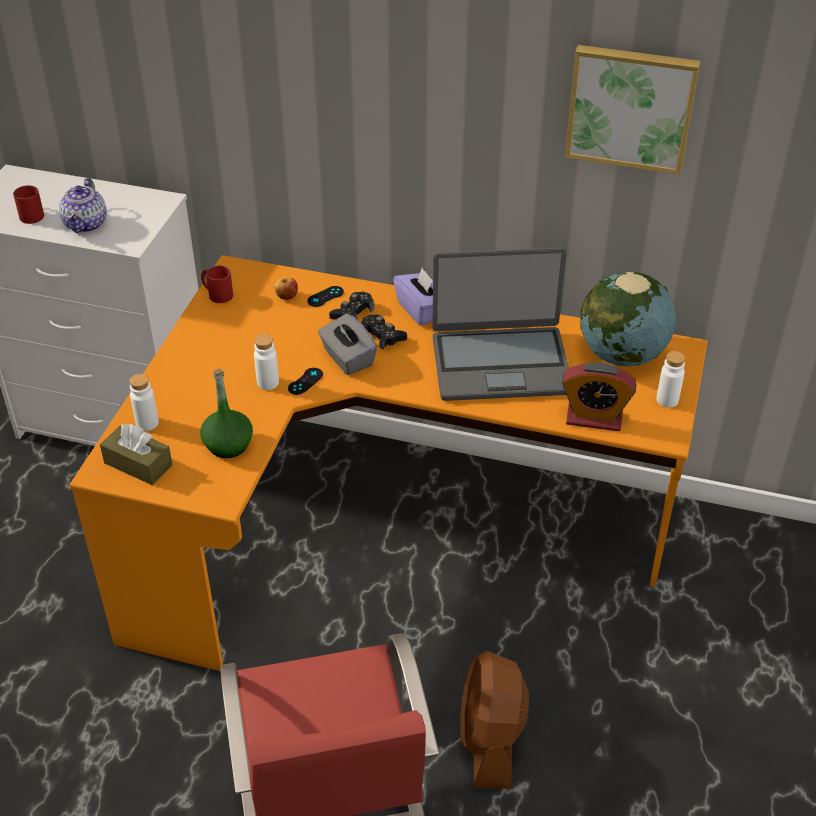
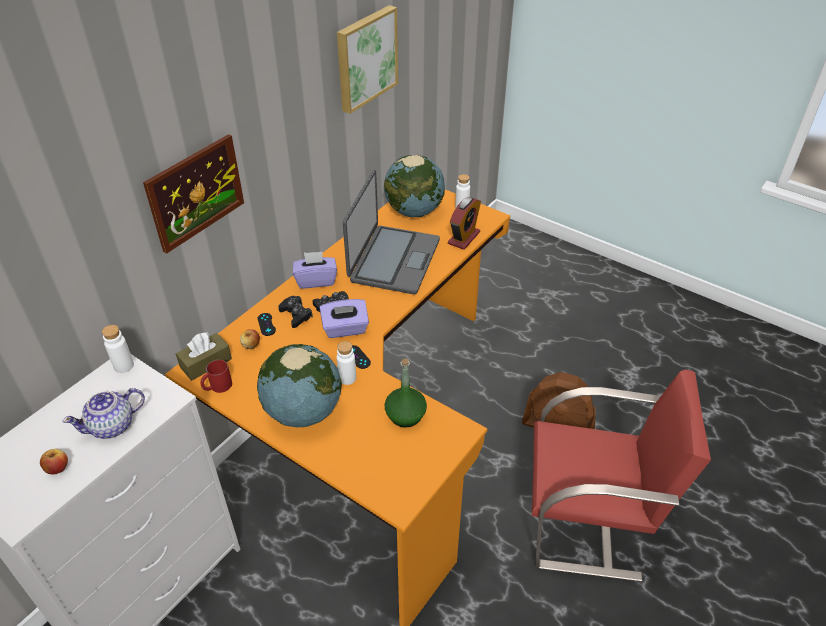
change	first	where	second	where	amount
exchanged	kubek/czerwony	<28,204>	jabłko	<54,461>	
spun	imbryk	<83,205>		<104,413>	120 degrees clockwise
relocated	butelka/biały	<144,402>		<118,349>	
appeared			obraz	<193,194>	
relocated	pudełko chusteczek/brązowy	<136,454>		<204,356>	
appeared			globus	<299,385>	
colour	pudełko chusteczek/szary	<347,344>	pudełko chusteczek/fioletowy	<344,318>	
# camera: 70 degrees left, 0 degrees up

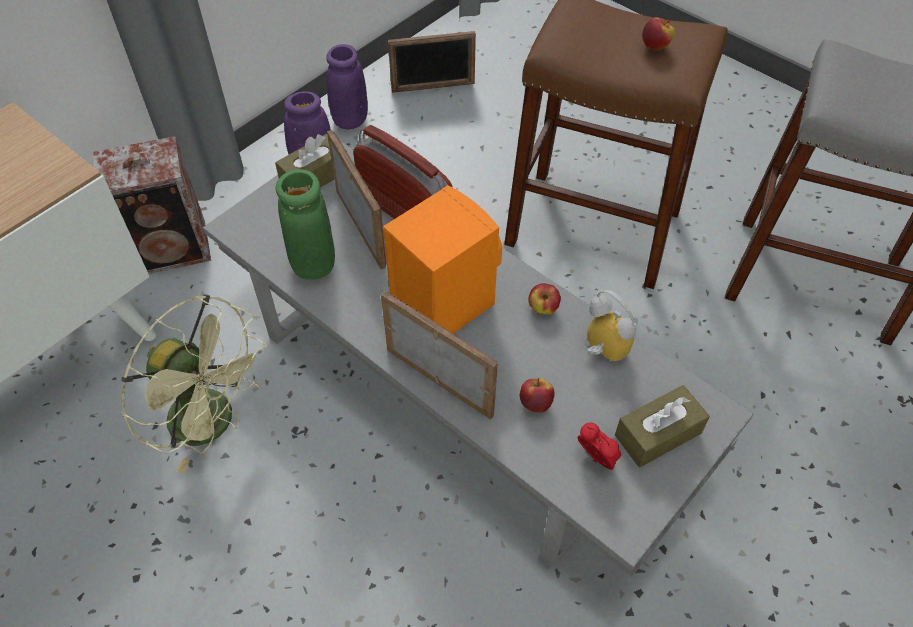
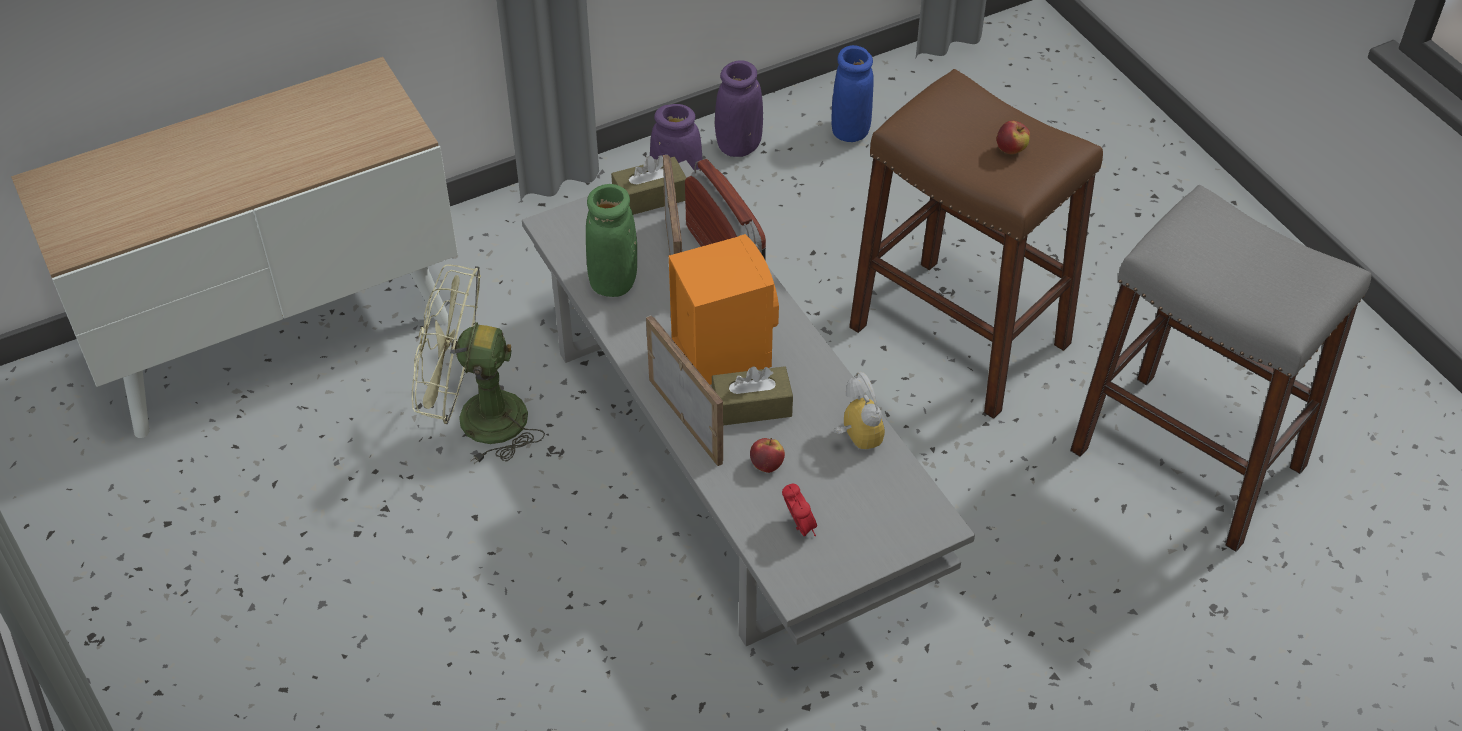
change	first	where	second	where	amount
spun	wentylator/zielony	<194,384>		<478,364>	135 degrees clockwise
relocated	pudełko chusteczek/brązowy	<662,426>		<752,396>	
exchanged	ramka na zdjęcie	<432,62>	wazon/niebieski	<852,93>	
missing	głośnik	<152,205>			
missing	jabłko	<544,299>			
# camera: 20 degrees right, 5 degrees down

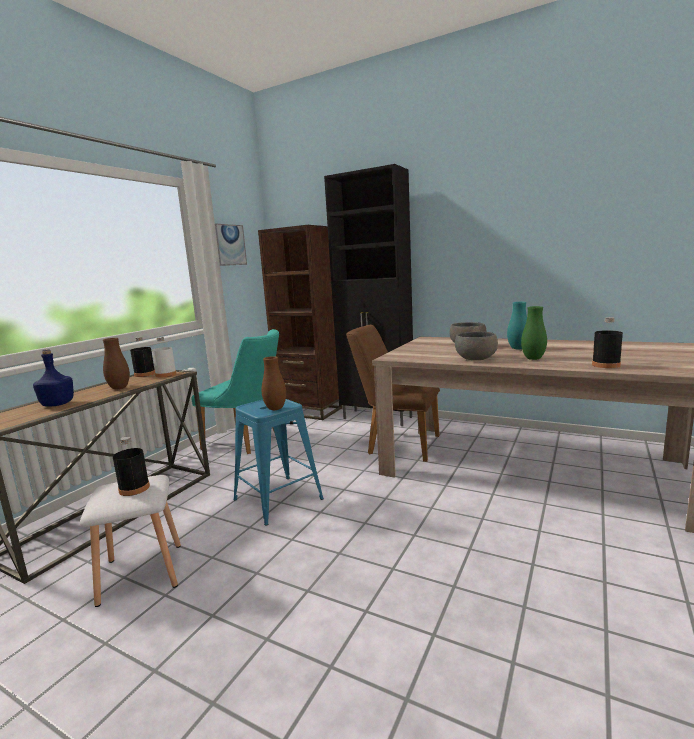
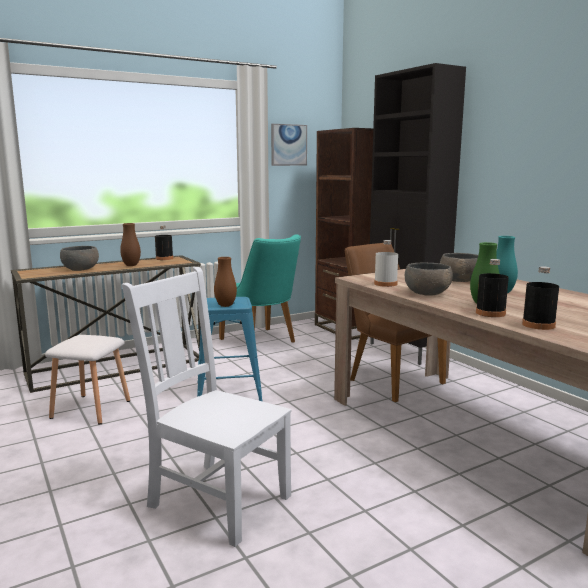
change	first	where	second	where	amount
exchanged	butelka/niebieski	<53,378>	miska/szary	<79,258>	
appeared			krzesło/biały	<207,407>	
relocated	butelka/biały	<164,357>		<386,263>	
relocated	butelka/czarny	<131,466>		<492,288>	
# camera: 30 degrees right, 0 degrees up

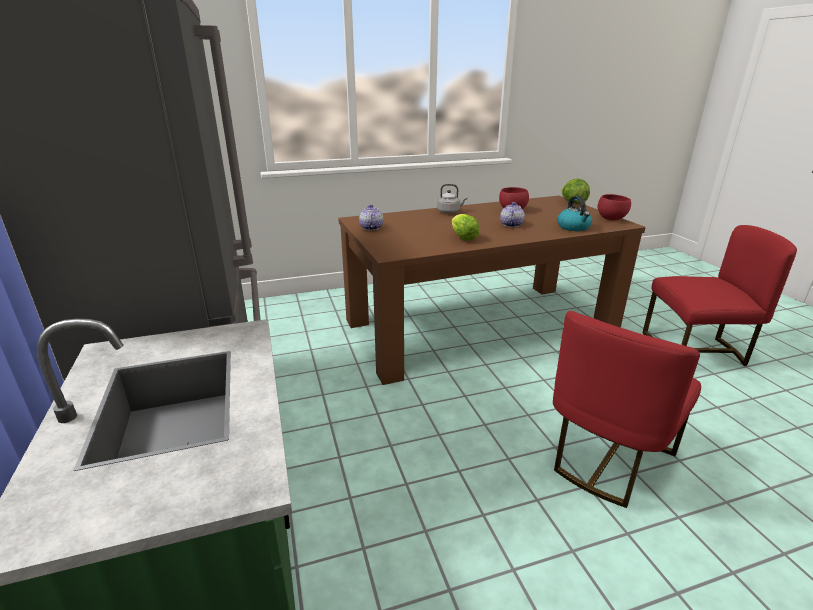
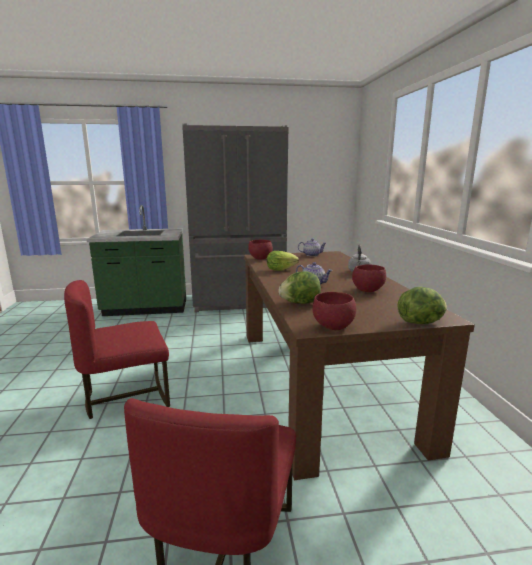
change	first	where	second	where	amount
spun	krzesło/czerwony	<627,409>		<117,349>	75 degrees counterclockwise
appeared			miska/czerwony	<260,250>	
exchanged	czajnik	<574,213>	sałata	<299,287>	
# camera: 100 degrees right, 10 degrees down

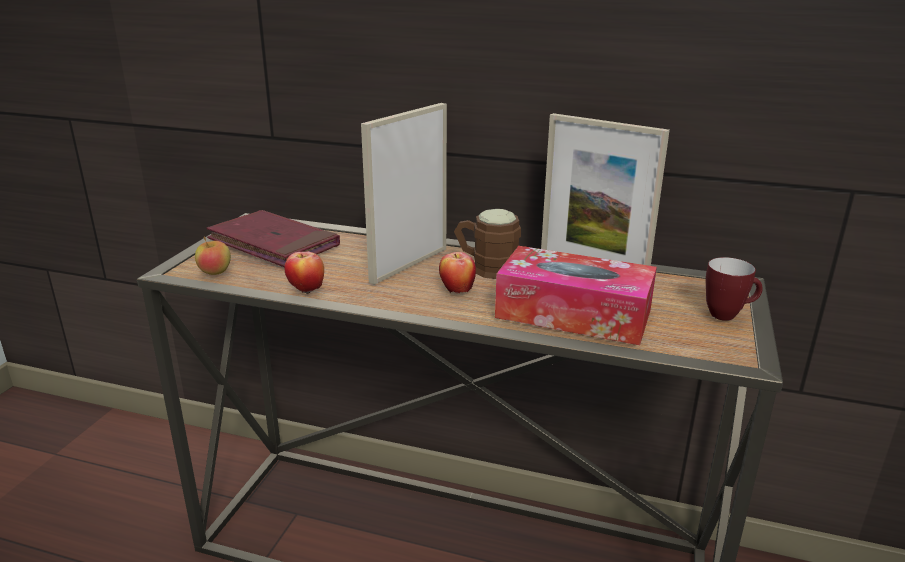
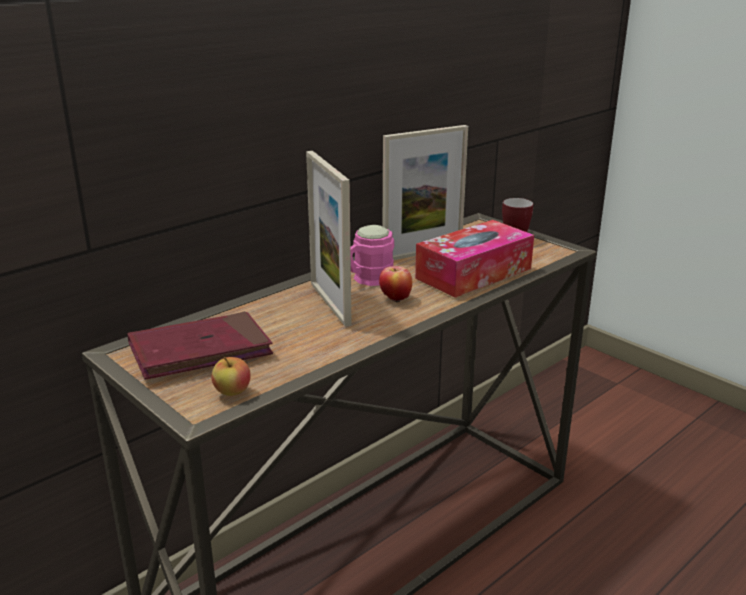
change	first	where	second	where	amount
colour	kubek/brązowy	<487,244>	kubek/różowy	<372,255>	
missing	jabłko	<304,273>			
# camera: 60 degrees left, 0 degrees up

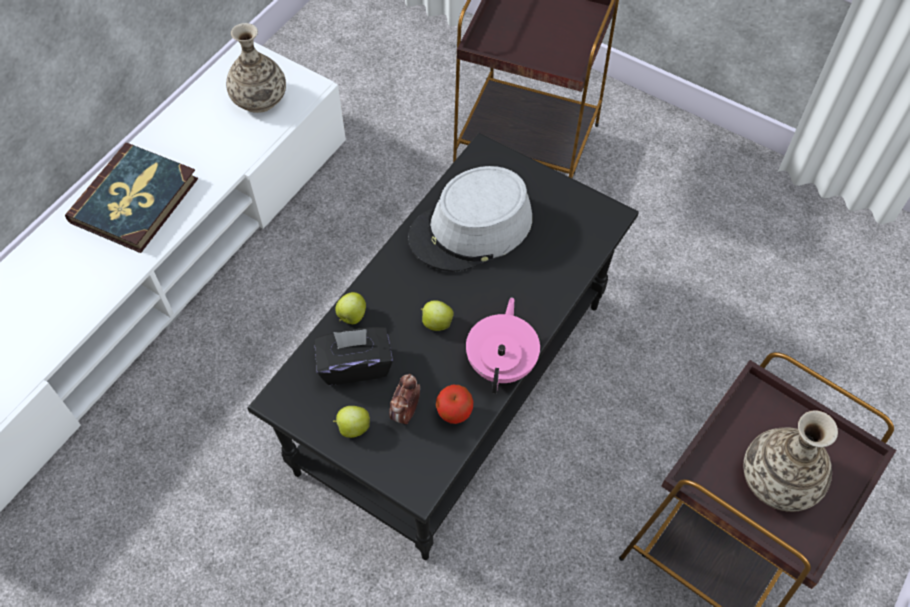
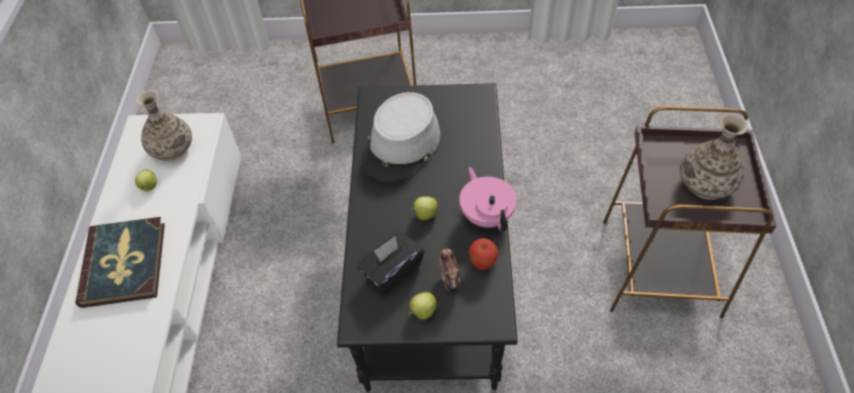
change	first	where	second	where	amount
relocated	jabłko	<350,308>		<146,180>	
# camera: 30 degrees left, 5 degrees down

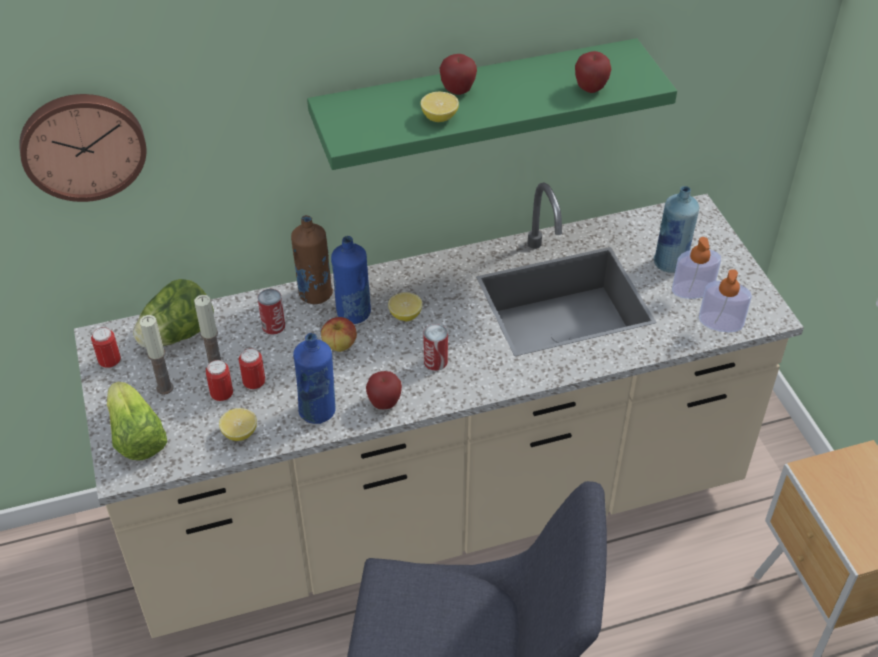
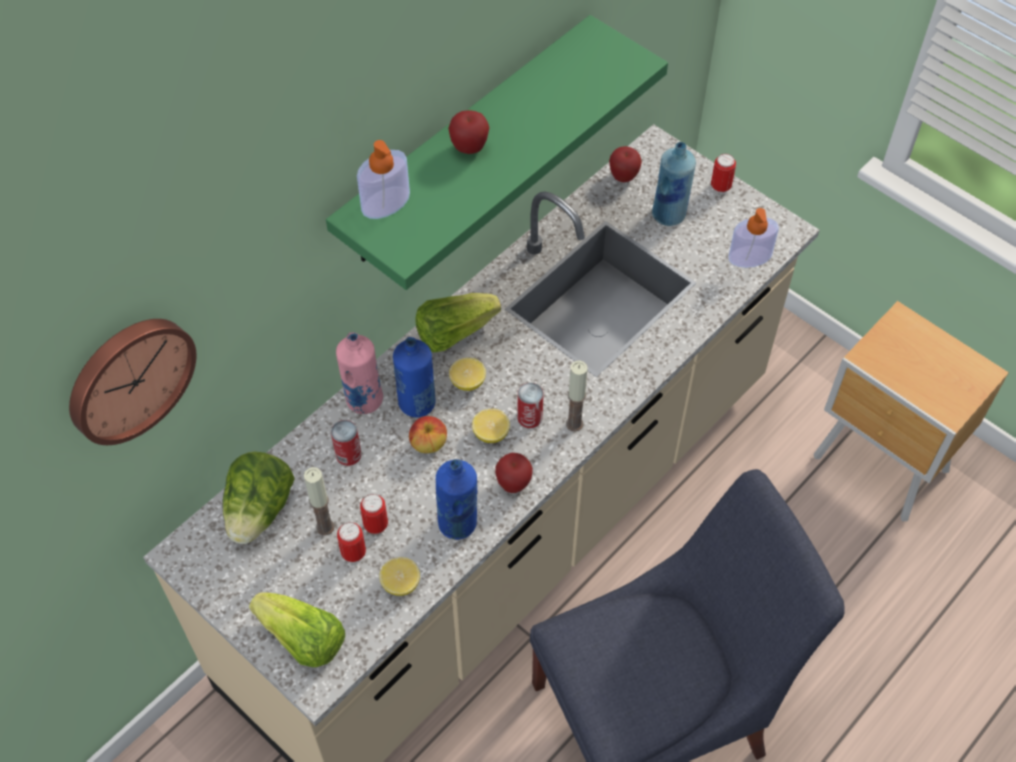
change	first	where	second	where	amount
colour	butelka/brązowy	<312,259>	butelka/różowy	<359,373>	
relocated	dozownik mydła	<696,268>		<383,179>	
appeared			sałata	<458,323>	
relocated	cytryna	<440,107>		<491,426>	
relocated	świeca	<156,355>		<577,396>	
relocated	jabłko	<593,72>		<625,164>	
relocated	puszka	<106,348>		<723,173>	
# camera: 30 degrees left, 10 degrees up

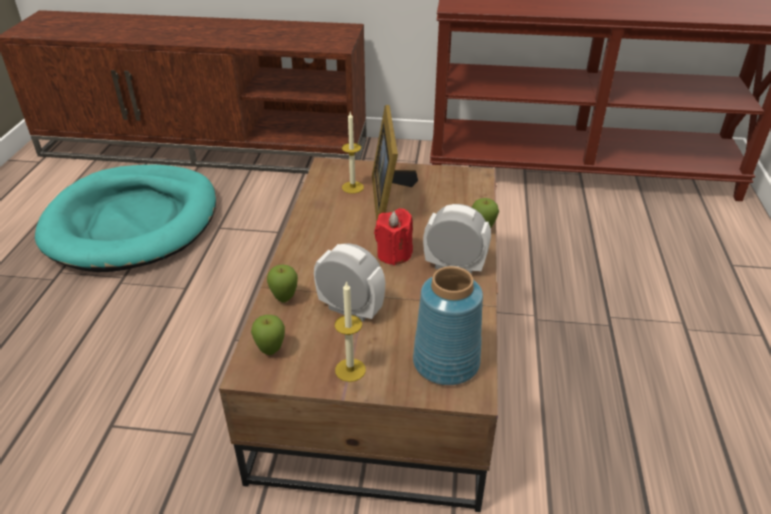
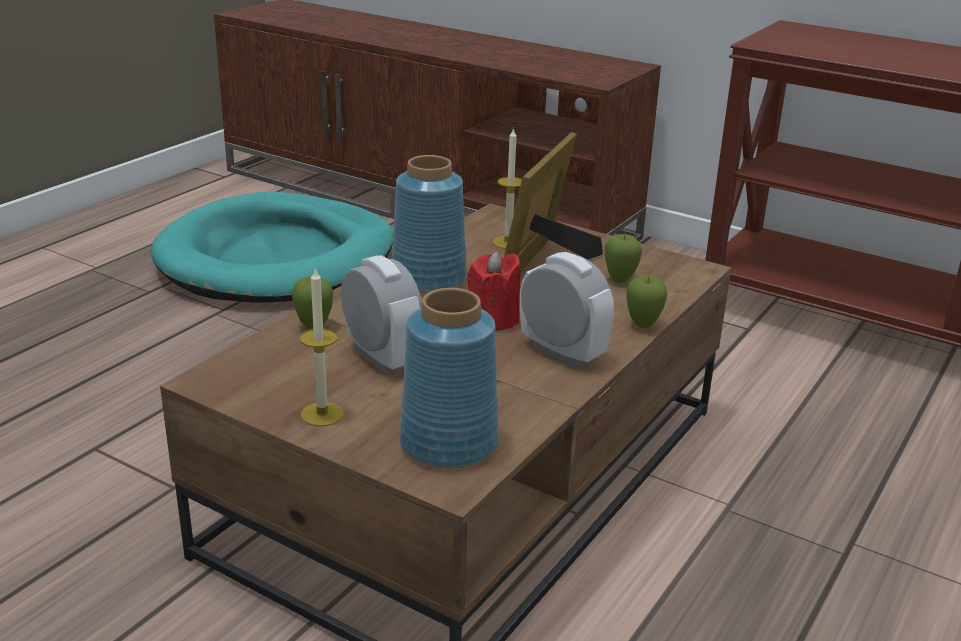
change	first	where	second	where	amount
appeared			wazon/niebieski	<429,224>	
relocated	jabłko	<268,335>		<623,258>	
# camera: 25 degrees right, 10 degrees down

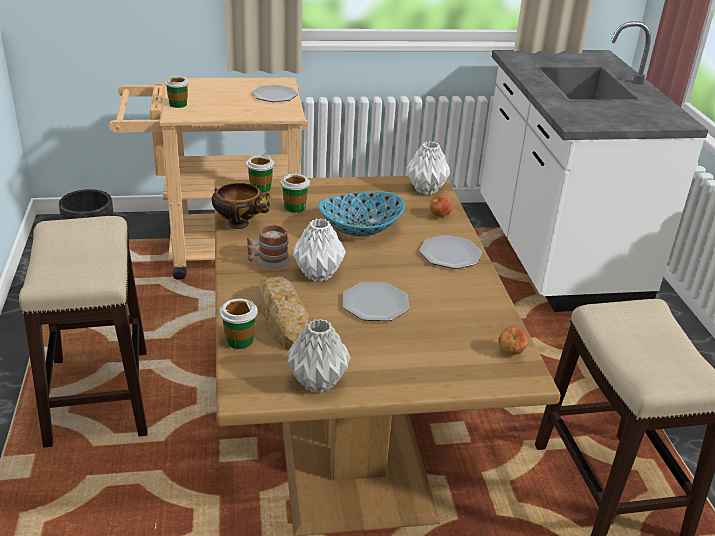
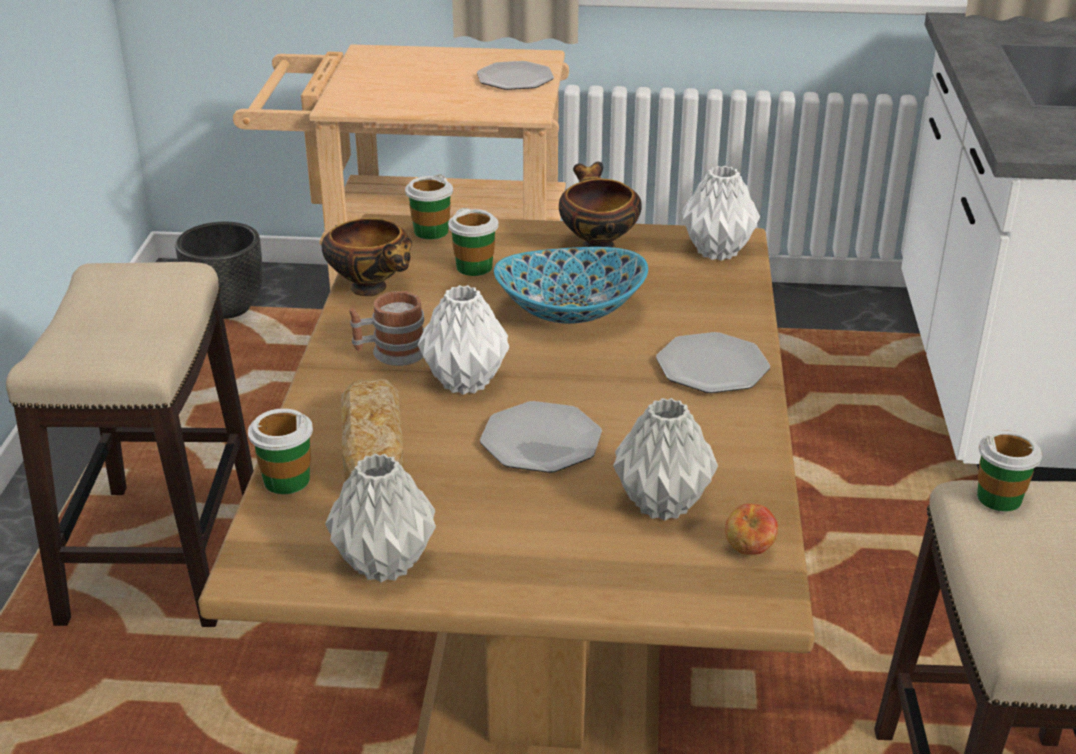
change	first	where	second	where	amount
appeared			miska	<600,204>	
appeared			wazon/szary	<665,459>	
relocated	filiżanka	<177,92>		<1009,471>	
missing	jabłko	<441,206>			
# camera: 15 degrees right, 0 degrees up

